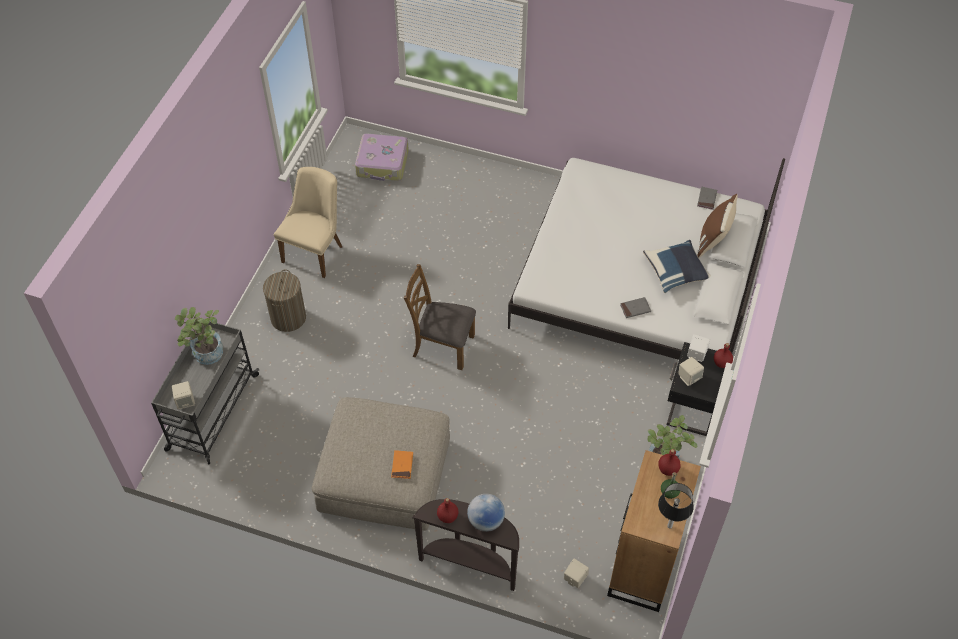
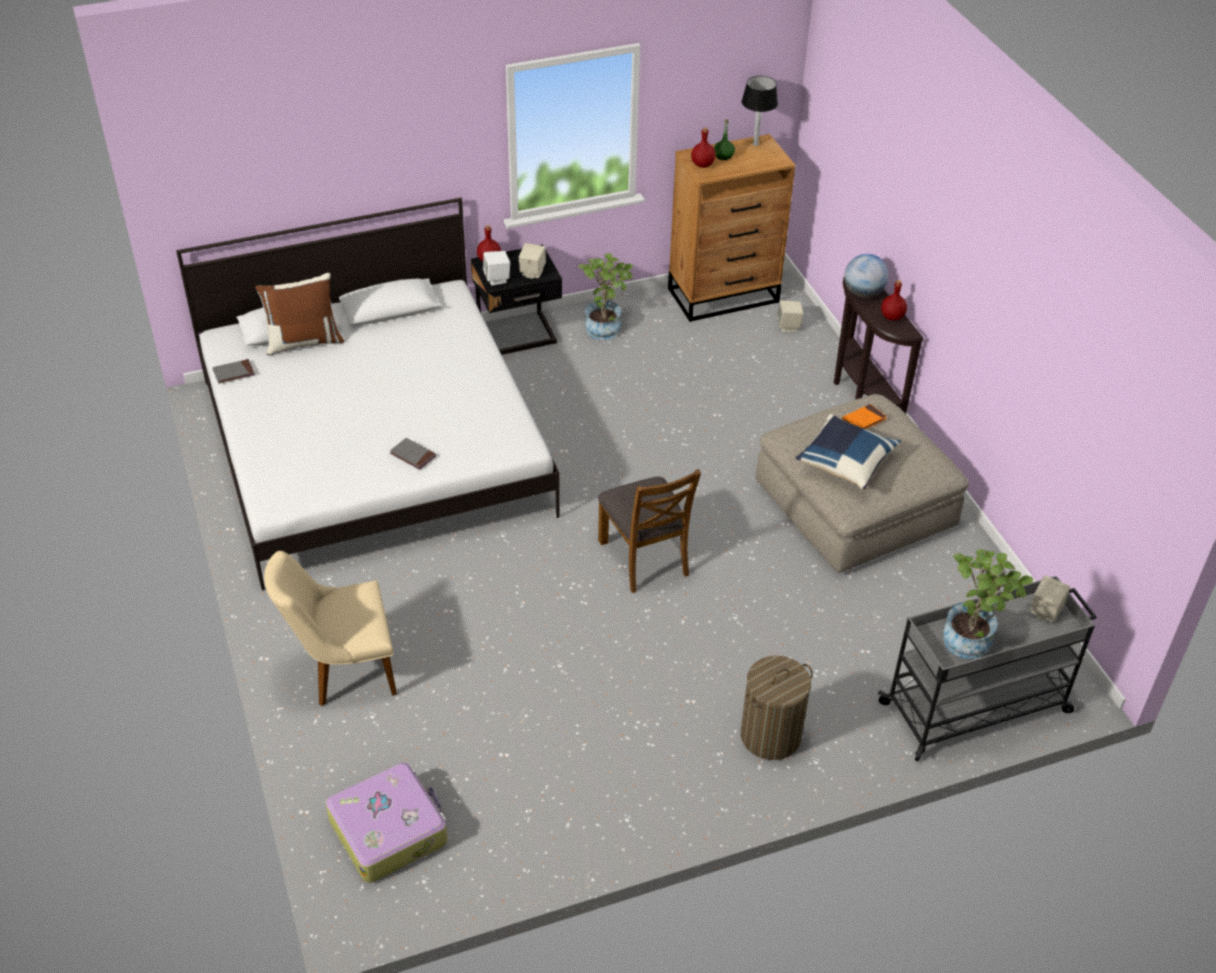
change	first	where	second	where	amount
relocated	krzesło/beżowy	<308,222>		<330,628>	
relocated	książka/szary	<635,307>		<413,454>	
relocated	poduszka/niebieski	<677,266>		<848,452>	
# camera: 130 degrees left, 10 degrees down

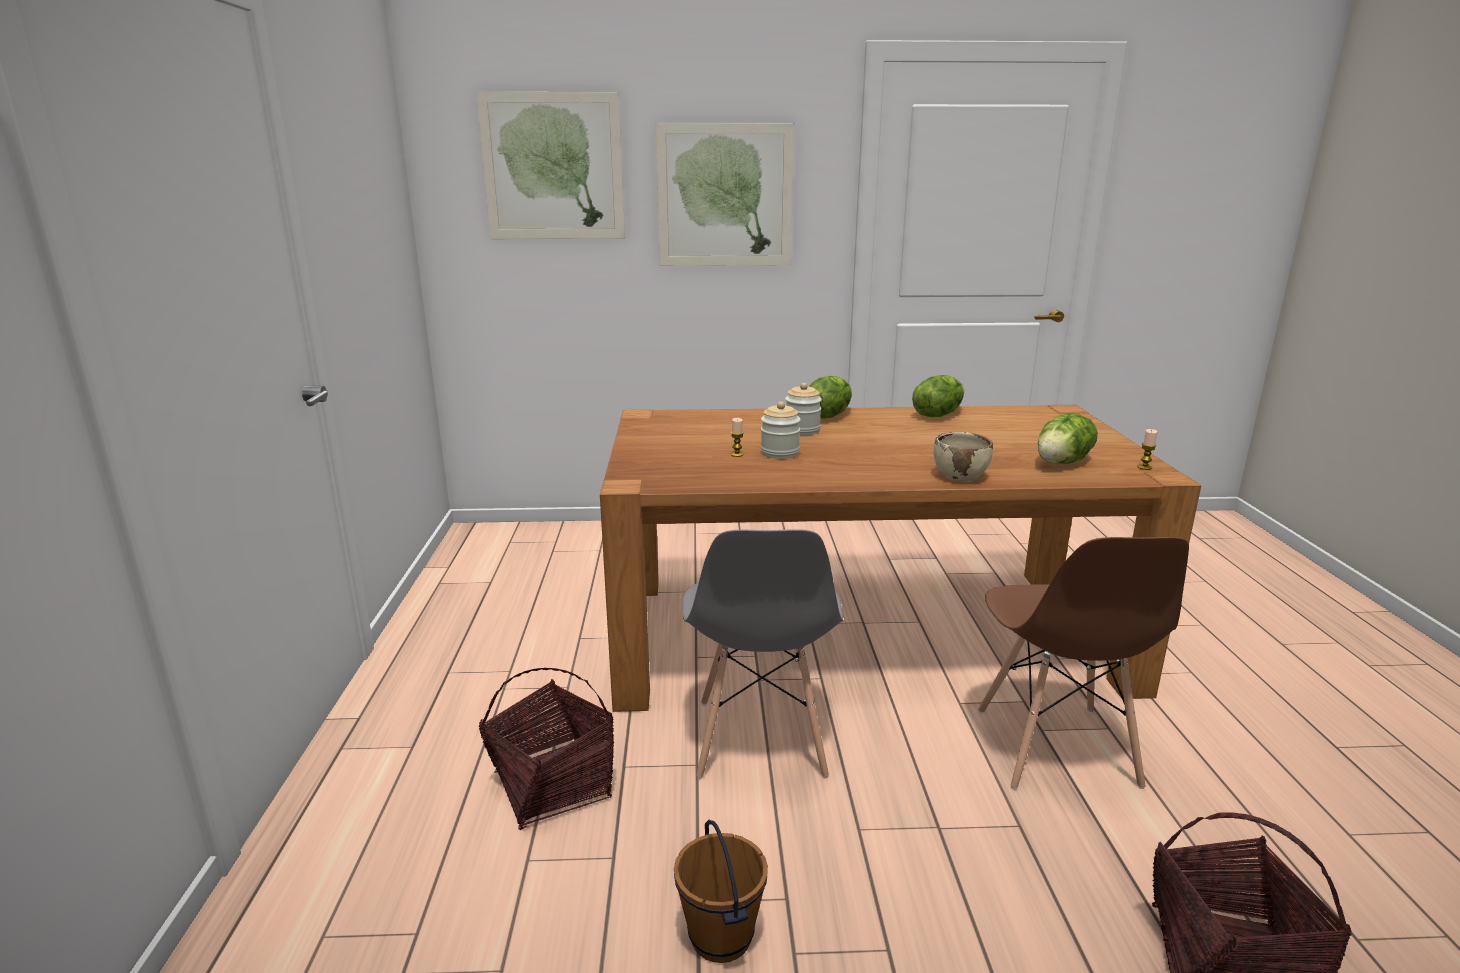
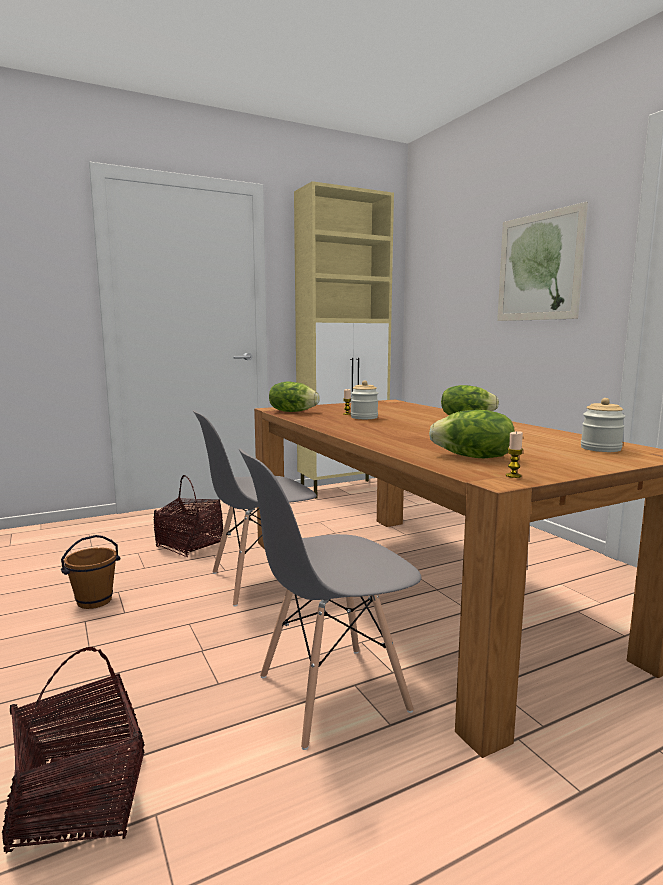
change	first	where	second	where	amount
colour	krzesło/brązowy	<1083,663>	krzesło/szary	<330,599>	
relocated	sałata	<938,396>		<294,397>	
appeared			szafka/beżowy	<344,340>	
relocated	słoik	<803,409>		<603,425>	
missing	obraz	<550,165>			
missing	miska/beżowy	<963,457>			
# camera: 65 degrees right, 10 degrees down

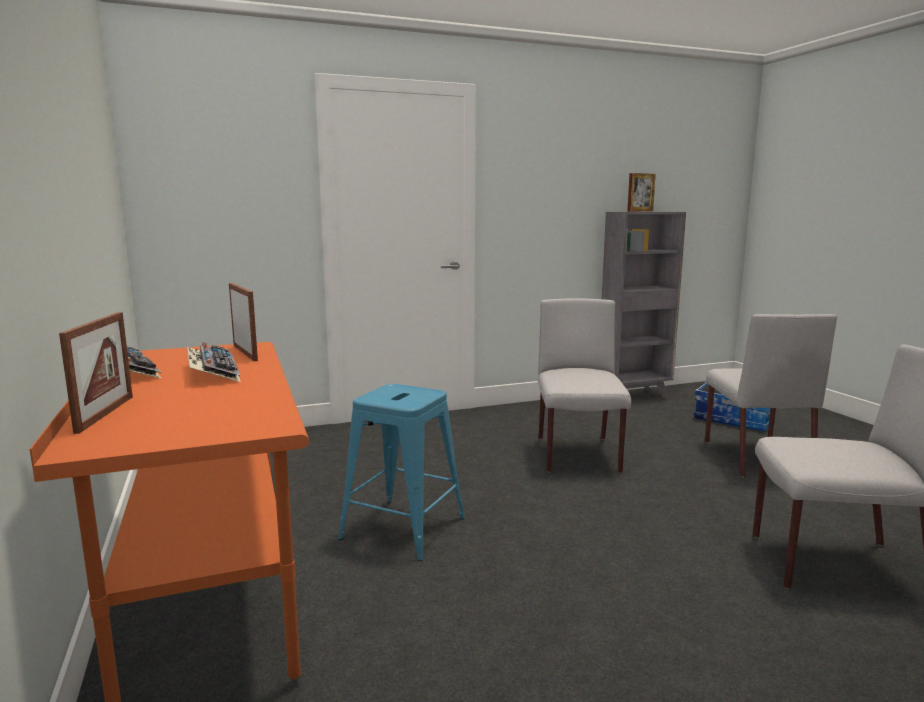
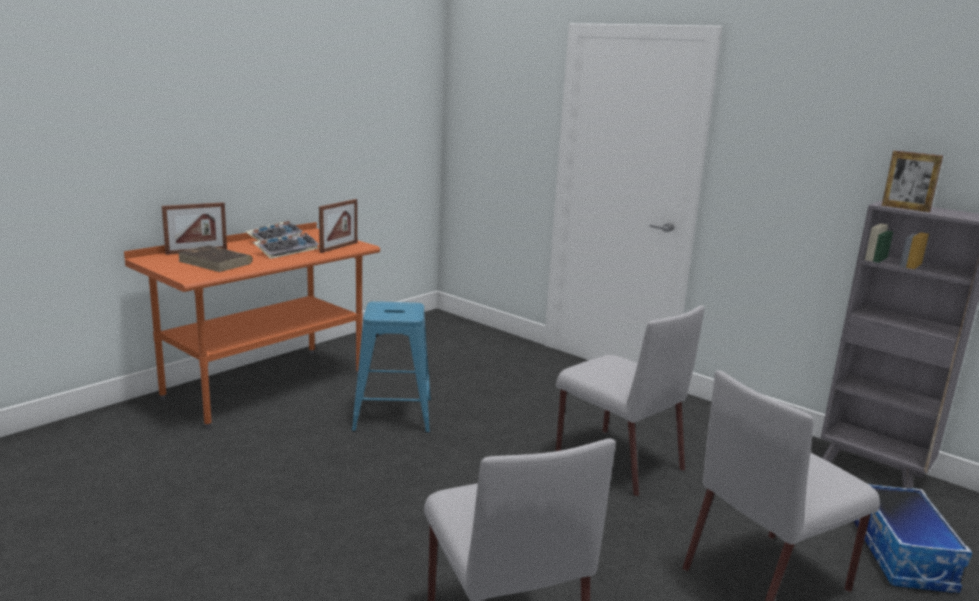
change	first	where	second	where	amount
appeared			książka/brązowy	<215,258>	
spun	krzesło/szary	<584,385>		<630,401>	75 degrees clockwise
# camera: 60 degrees right, 5 degrees up

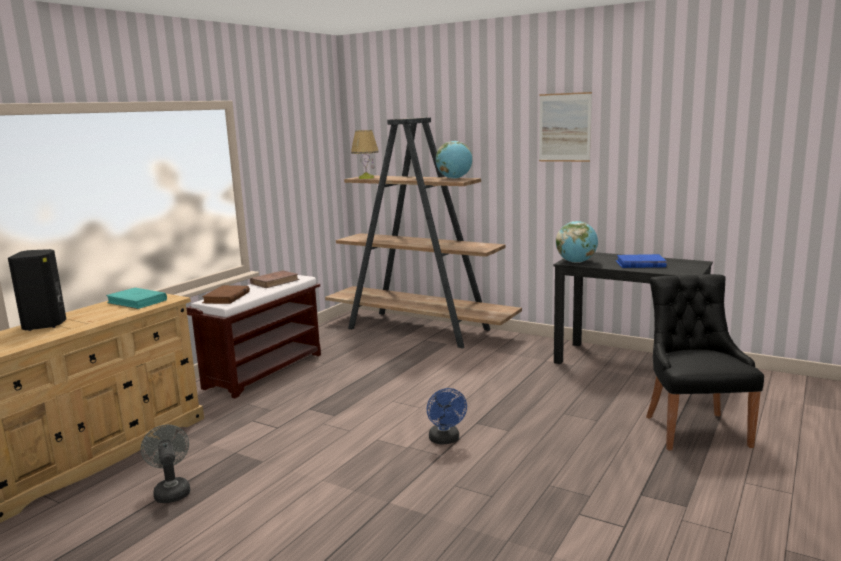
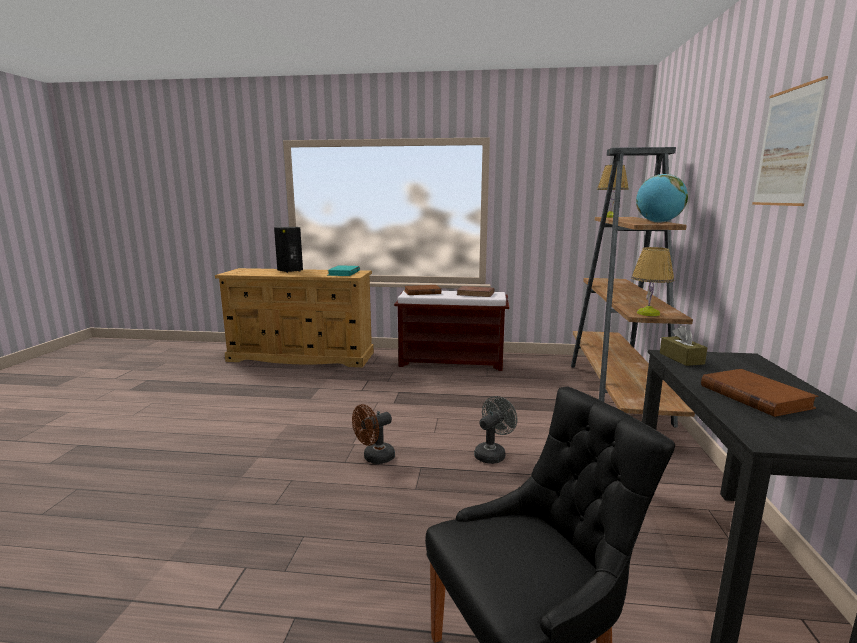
change	first	where	second	where	amount
colour	wentylator/niebieski	<447,416>	wentylator/brązowy	<373,434>	
relocated	wentylator/szary	<165,464>		<495,430>	
appeared			lampa stołowa	<653,281>	
exchanged	globus	<577,242>	pudełko chusteczek/brązowy	<683,346>	
colour	książka/niebieski	<641,261>	książka/brązowy	<759,393>	
# camera: 65 degrees right, 0 degrees up

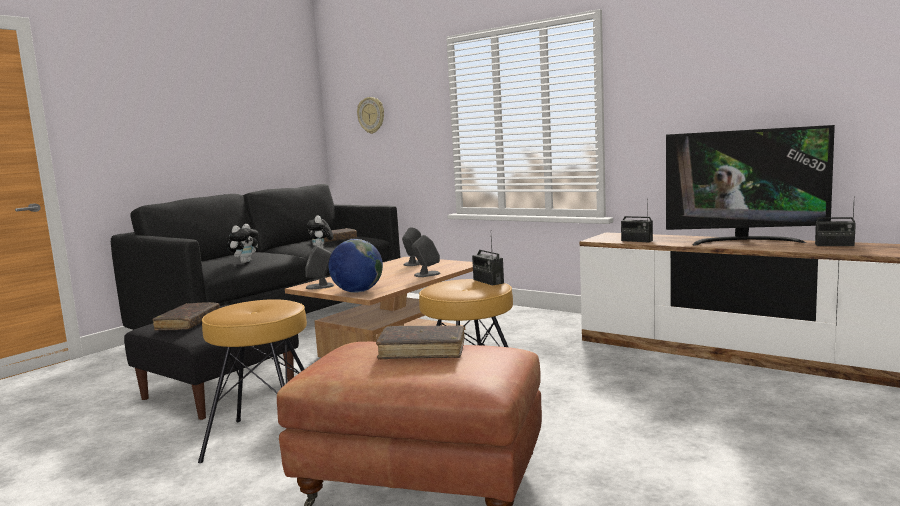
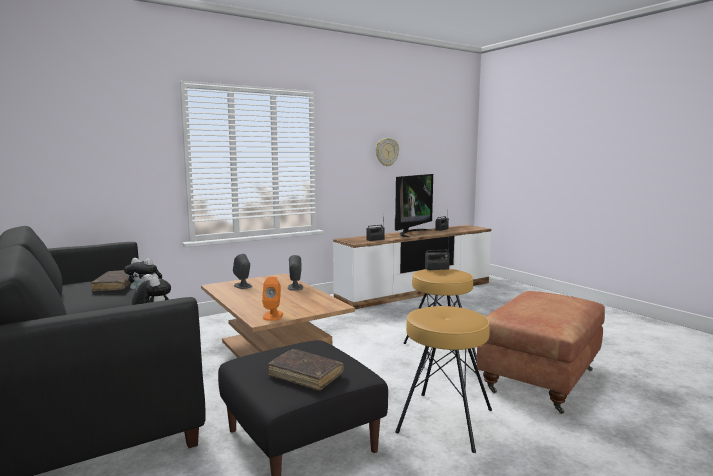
change	first	where	second	where	amount
colour	głośnik/szary	<319,267>	głośnik/pomarańczowy	<272,299>	
relocated	zegar ścienny	<370,115>		<387,152>	
missing	globus	<356,266>			
missing	książka/brązowy	<420,343>			
# camera: 70 degrees left, 0 degrees up

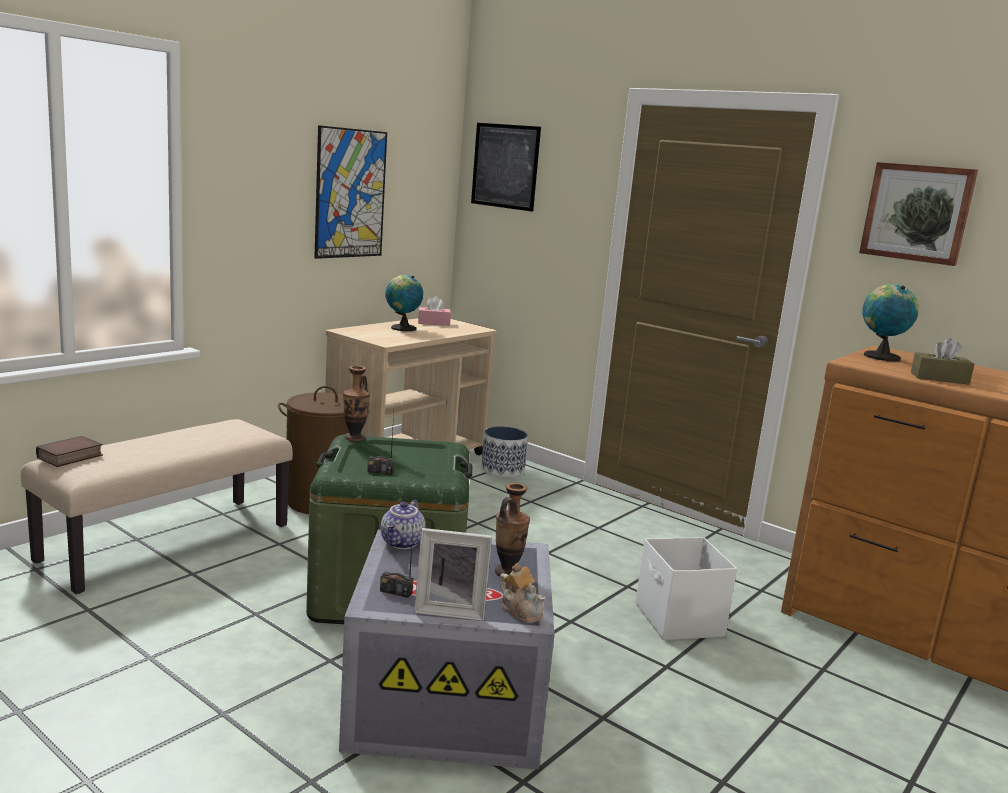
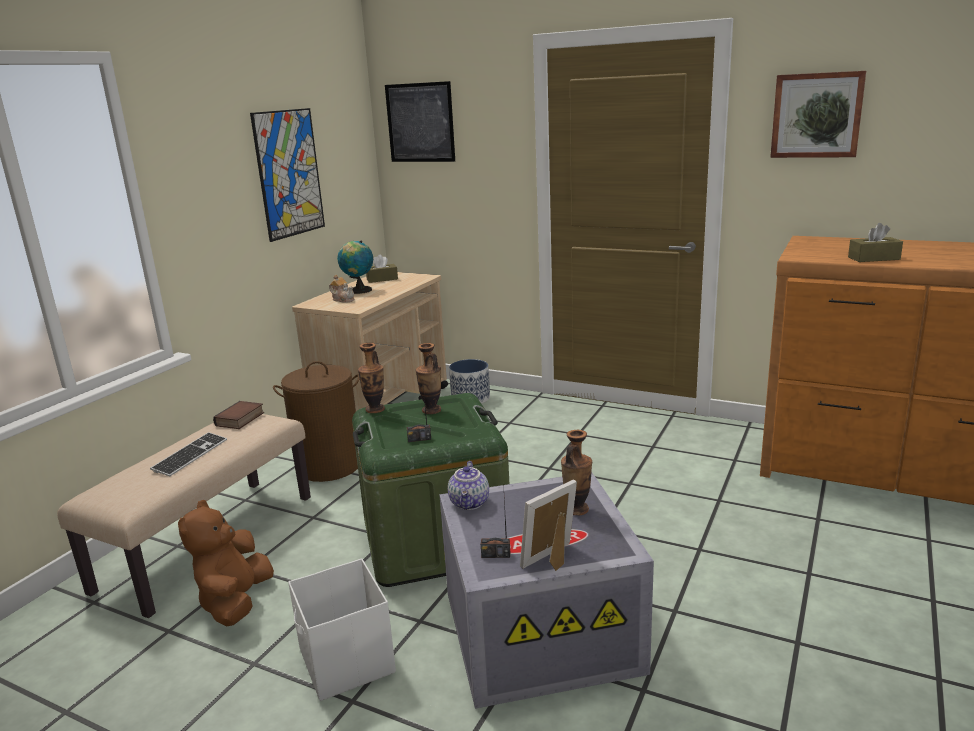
change	first	where	second	where	amount
appeared			klawiatura	<188,454>	
appeared			pluszak/brązowy	<226,563>	
relocated	książka	<69,451>		<238,415>	
relocated	pojemnik do przechowywania/biały	<686,588>		<342,629>	
relocated	imbryk	<522,593>		<342,288>	
colour	pudełko chusteczek/różowy	<434,311>	pudełko chusteczek/brązowy	<382,268>	
appeared			wazon	<428,378>	
spun	ramka na zdjęcie	<453,574>		<548,525>	150 degrees clockwise
missing	globus	<890,322>			
# camera: 10 degrees left, 5 degrees up

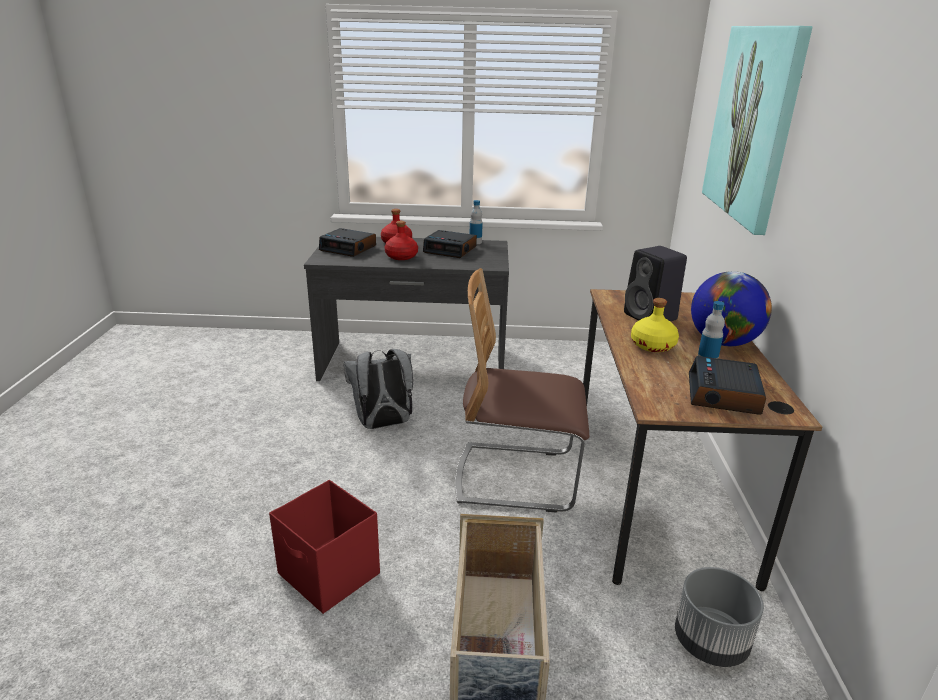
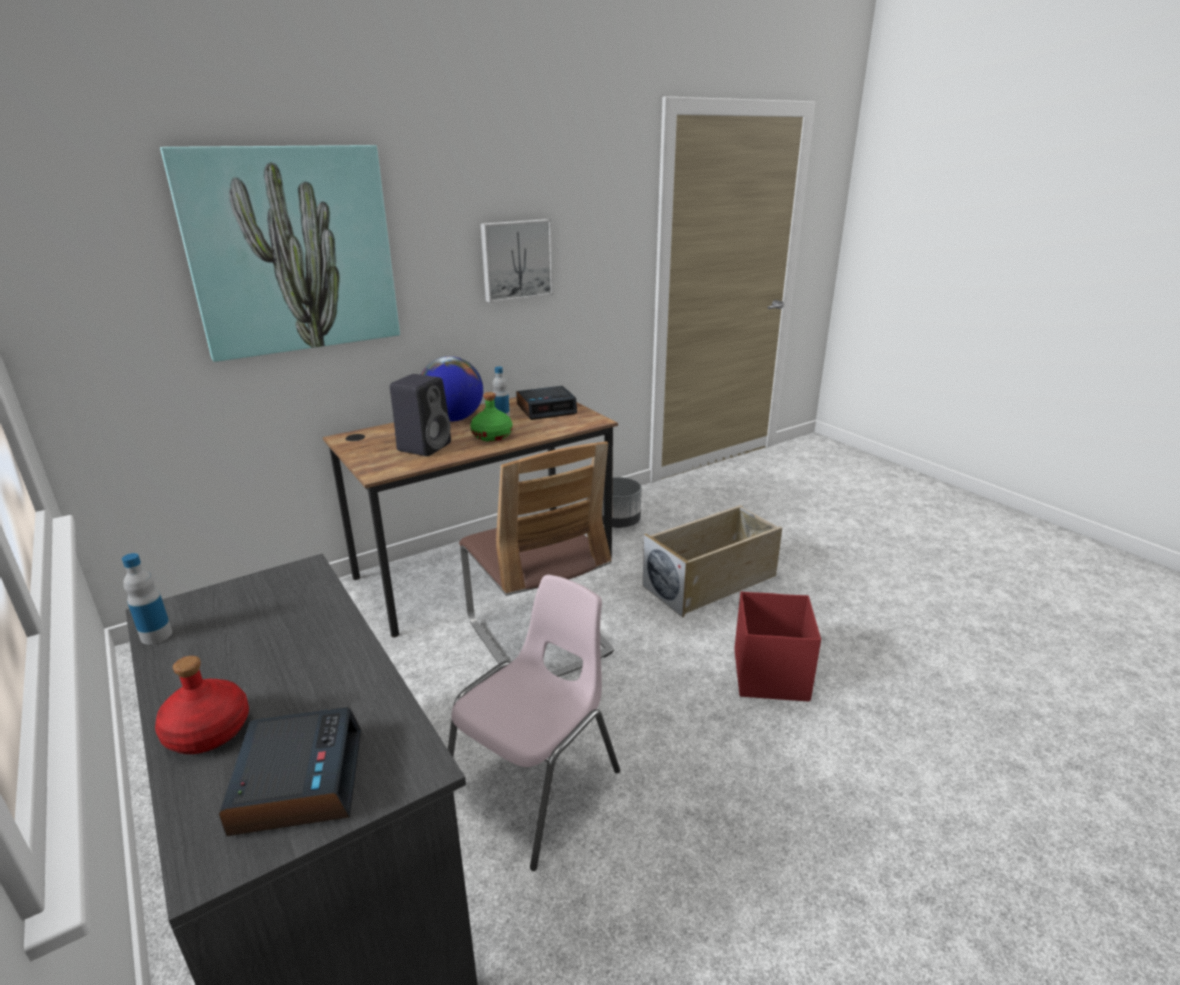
change	first	where	second	where	amount
exchanged	plecak/szary	<378,389>	krzesło/różowy	<534,723>	
colour	butelka/żółty	<655,325>	butelka/zielony	<491,417>	
appeared			obraz	<517,261>	
missing	butelka/czerwony	<401,240>			
missing	budzik	<450,244>			
# camera: 125 degrees left, 0 degrees up

